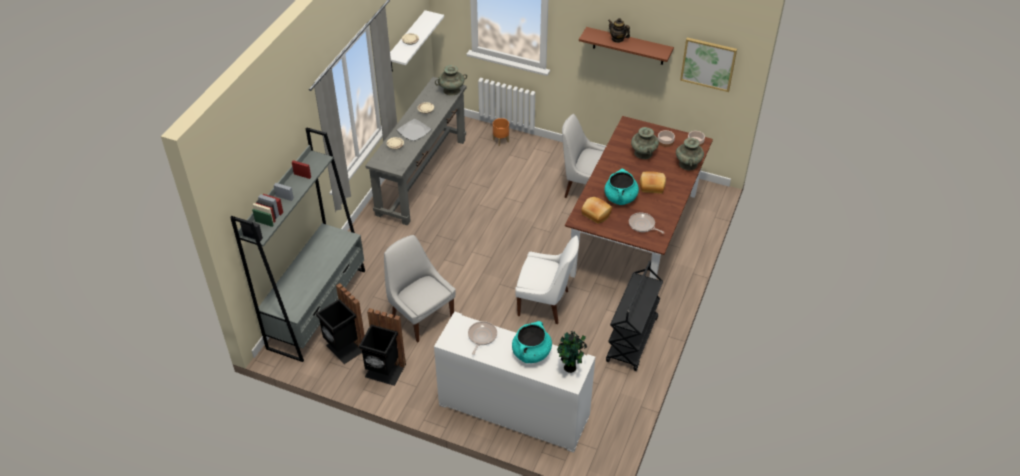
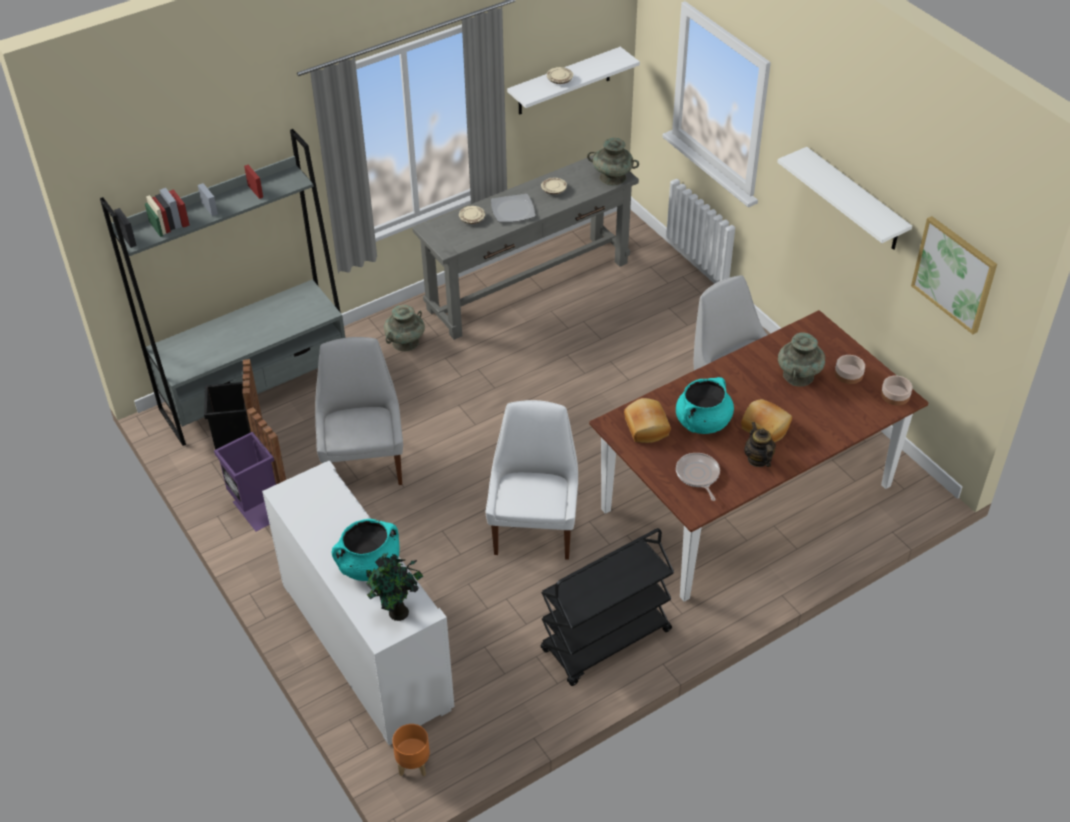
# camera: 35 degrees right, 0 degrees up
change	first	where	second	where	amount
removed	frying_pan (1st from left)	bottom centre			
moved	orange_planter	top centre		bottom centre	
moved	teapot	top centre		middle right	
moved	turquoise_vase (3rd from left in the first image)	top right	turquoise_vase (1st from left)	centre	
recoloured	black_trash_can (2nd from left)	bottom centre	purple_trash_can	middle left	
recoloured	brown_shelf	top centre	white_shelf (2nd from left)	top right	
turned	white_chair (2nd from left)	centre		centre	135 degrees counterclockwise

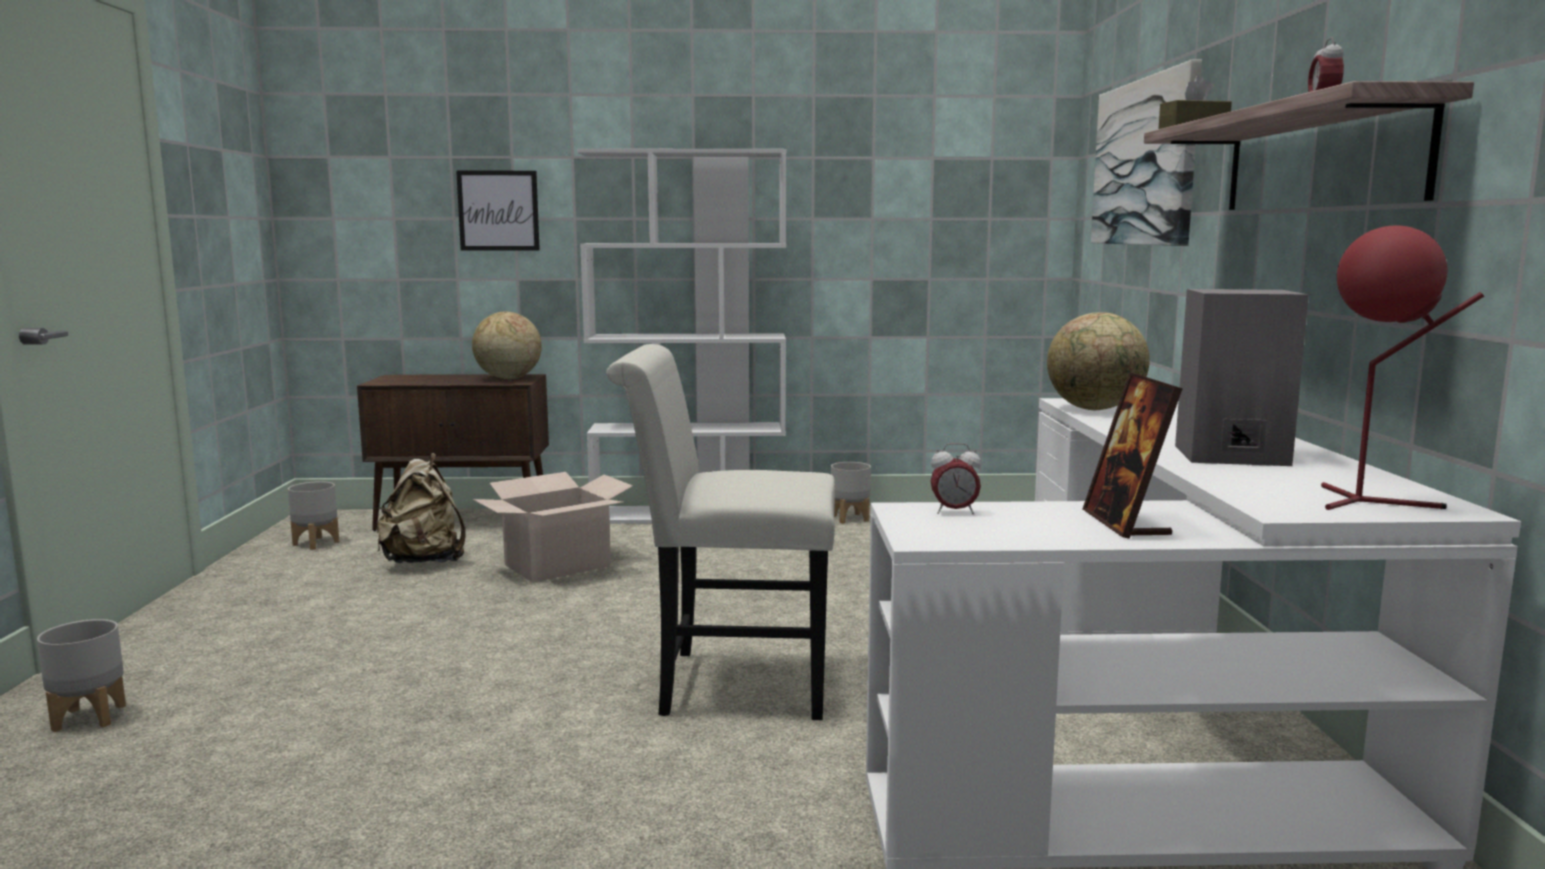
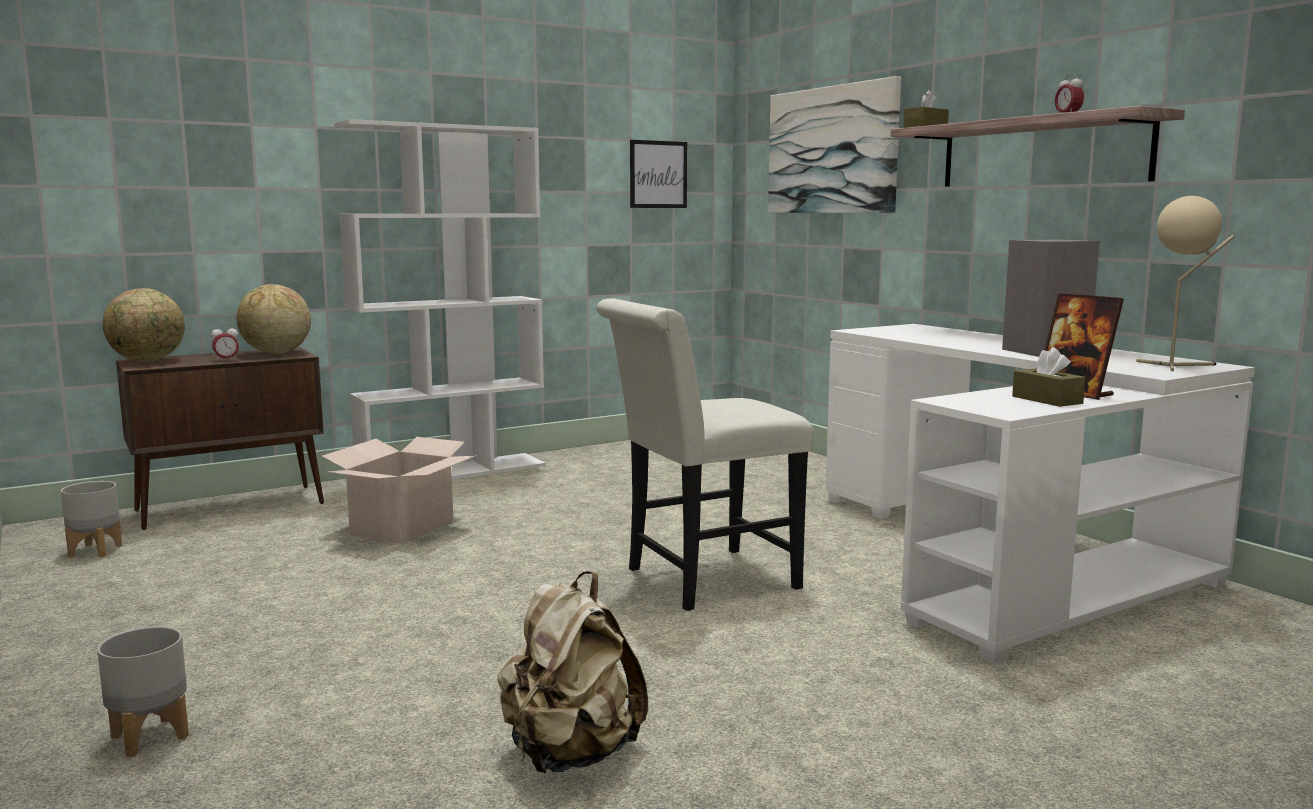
# camera: 30 degrees left, 0 degrees up
change	first	where	second	where	amount
removed	grey_planter (3rd from left)	centre			
added			brown_tissue_box (2nd from left)	middle right	
moved	beige_backpack	middle left		bottom centre	
moved	picture (1st from left)	top left		top centre	
moved	alarm_clock (1st from left)	centre		middle left	
moved	globe (2nd from left in the first image)	middle right	globe (1st from left)	middle left	
recoloured	red_table_lamp	middle right	beige_table_lamp	middle right	

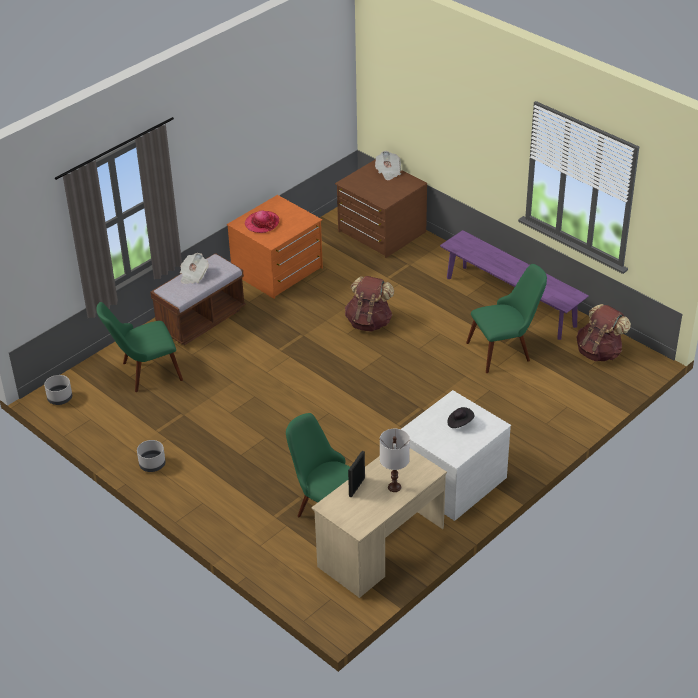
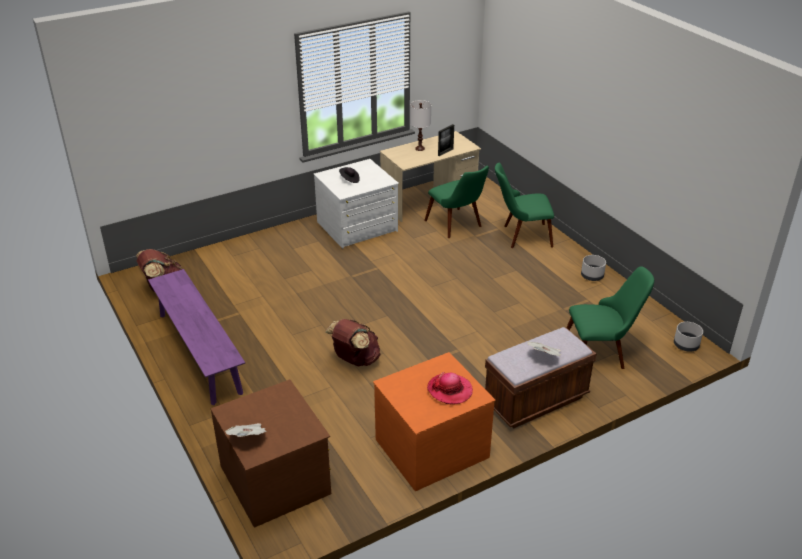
# camera: 165 degrees left, 5 degrees down
change	first	where	second	where	amount
moved	green_chair (3rd from left in the first image)	middle right	green_chair (2nd from left)	centre	

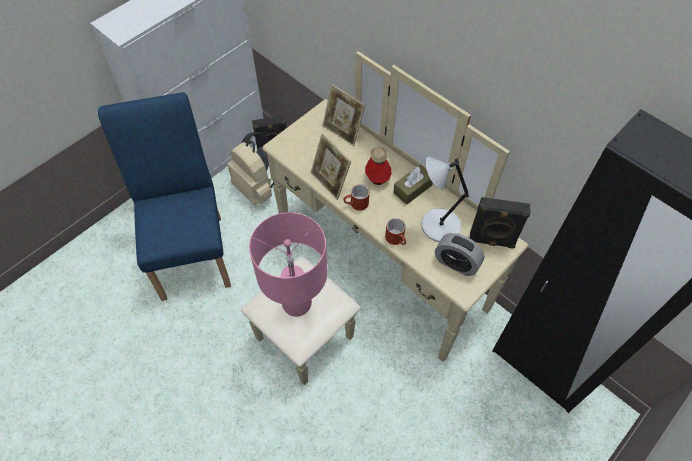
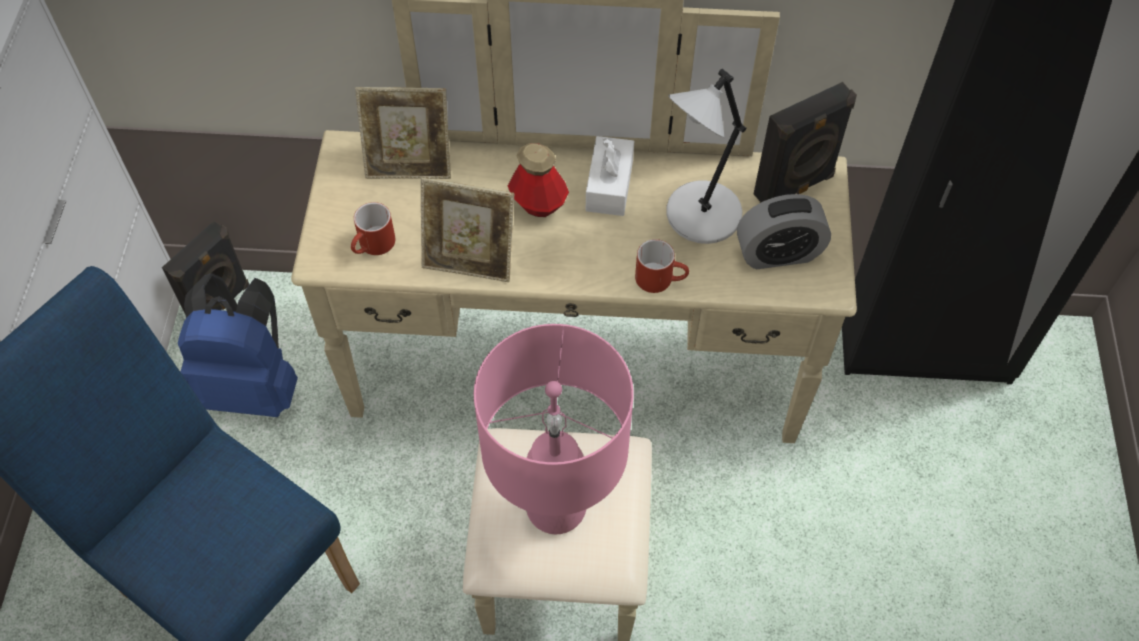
# camera: 40 degrees left, 0 degrees up
change	first	where	second	where	amount
moved	red_mug (1st from left)	centre		middle left	
recoloured	beige_backpack	centre	blue_backpack	middle left	
recoloured	brown_tissue_box	centre	white_tissue_box	top centre	

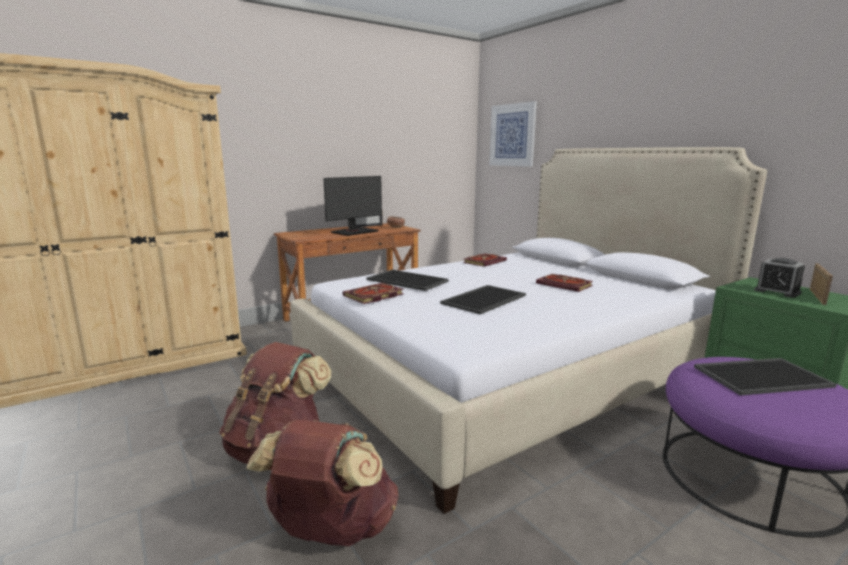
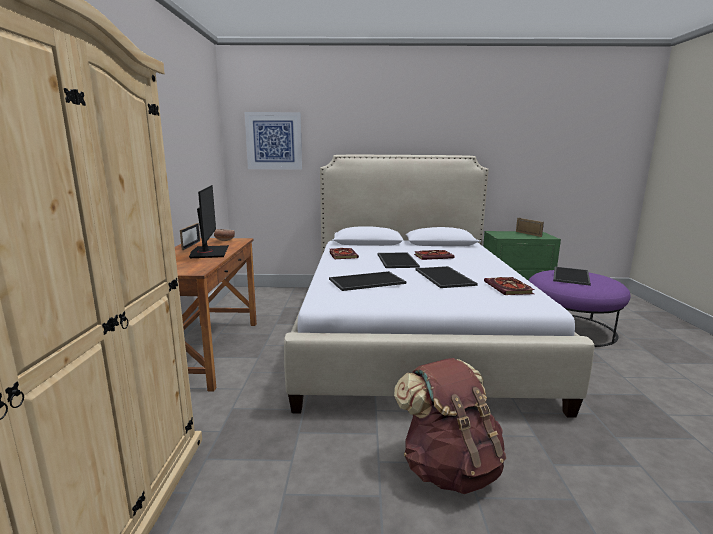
# camera: 55 degrees left, 0 degrees up
change	first	where	second	where	amount
removed	brown_backpack (2nd from left)	bottom centre			
removed	alarm_clock	middle right			
added			tray (2nd from left)	centre	
moved	book (1st from left in the first image)	centre	book (3rd from left)	middle right	

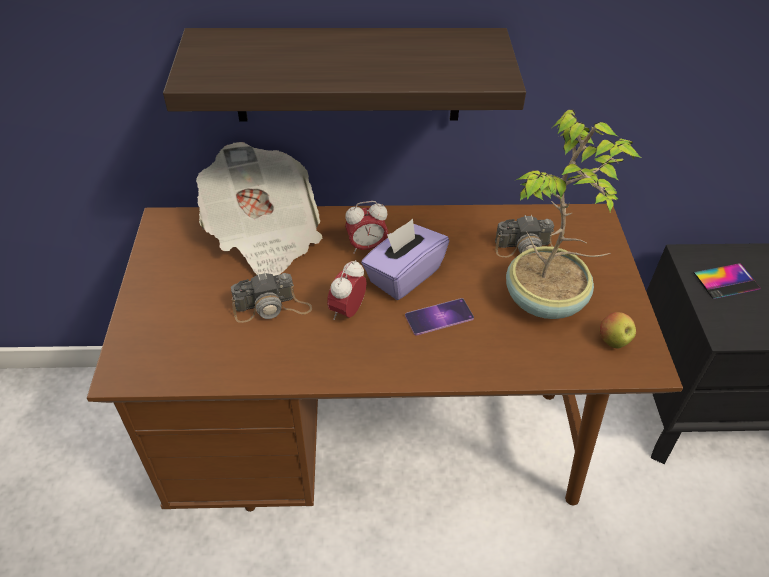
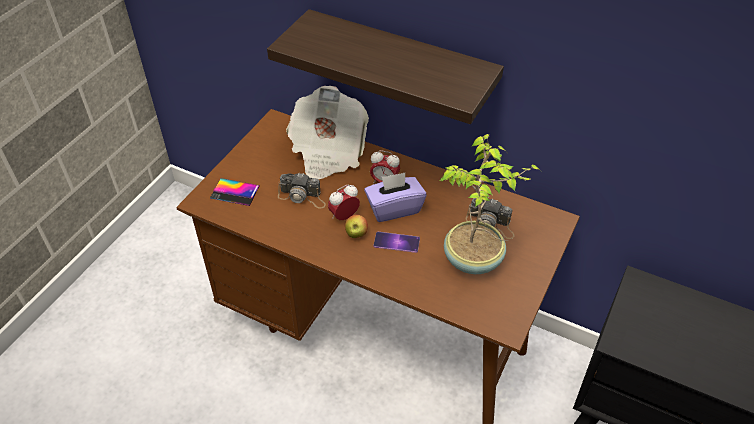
# camera: 30 degrees right, 0 degrees up
change	first	where	second	where	amount
moved	apple	middle right		centre	
moved	phone (2nd from left in the first image)	middle right	phone (1st from left)	middle left	

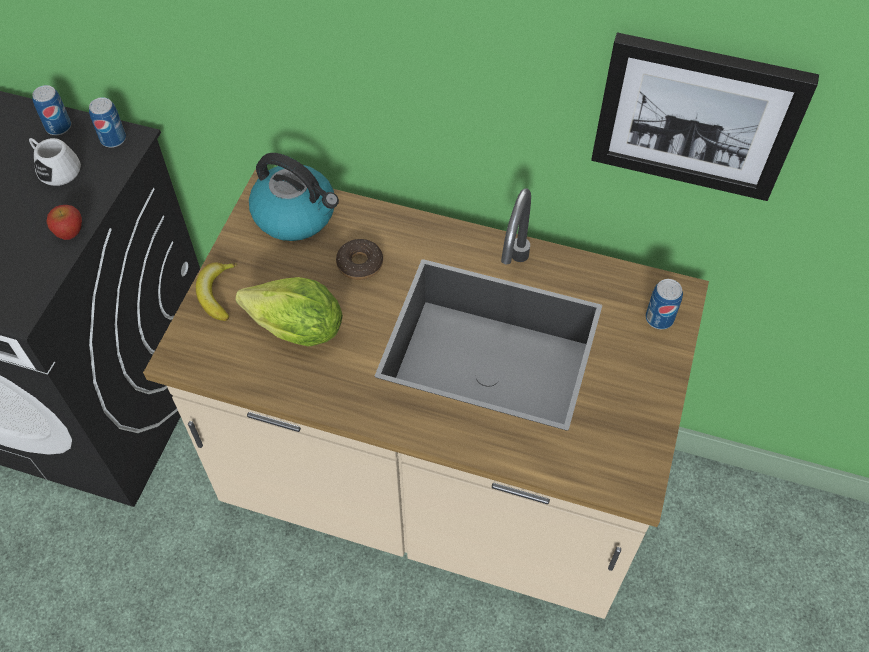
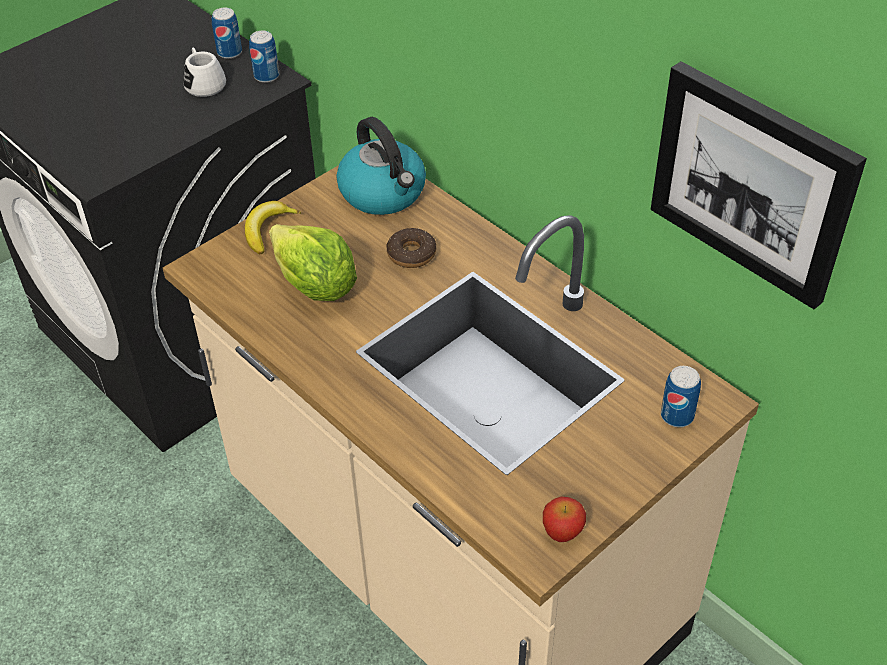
# camera: 30 degrees right, 10 degrees down
change	first	where	second	where	amount
moved	apple	middle left		bottom centre	

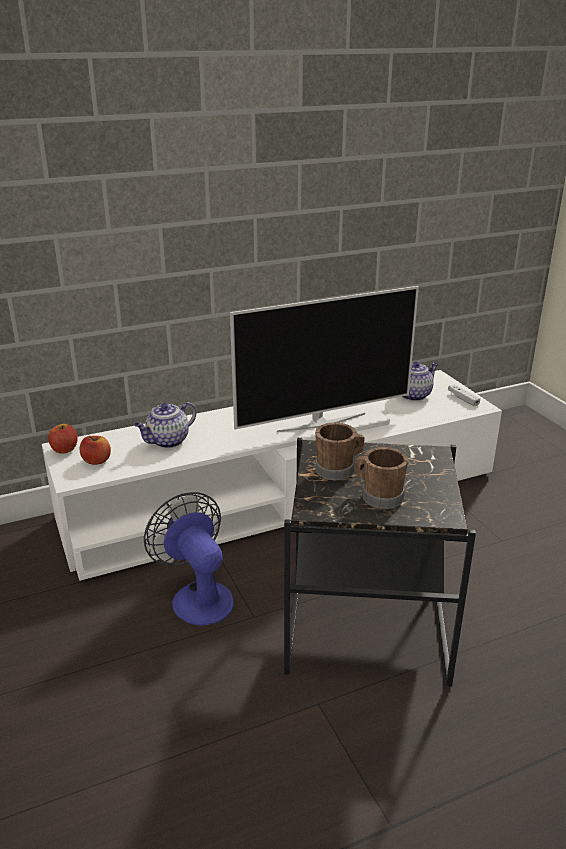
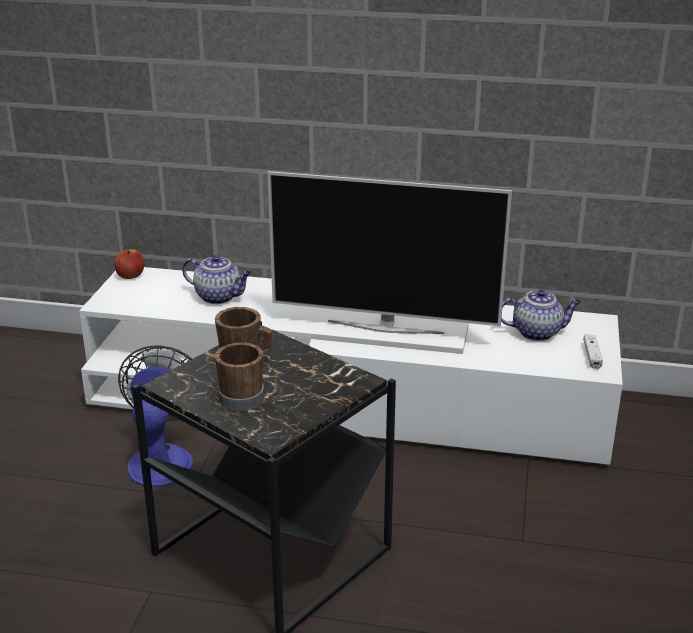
# camera: 35 degrees right, 0 degrees up
change	first	where	second	where	amount
removed	apple (2nd from left)	middle left			
turned	teapot (1st from left)	middle left		middle left	150 degrees counterclockwise

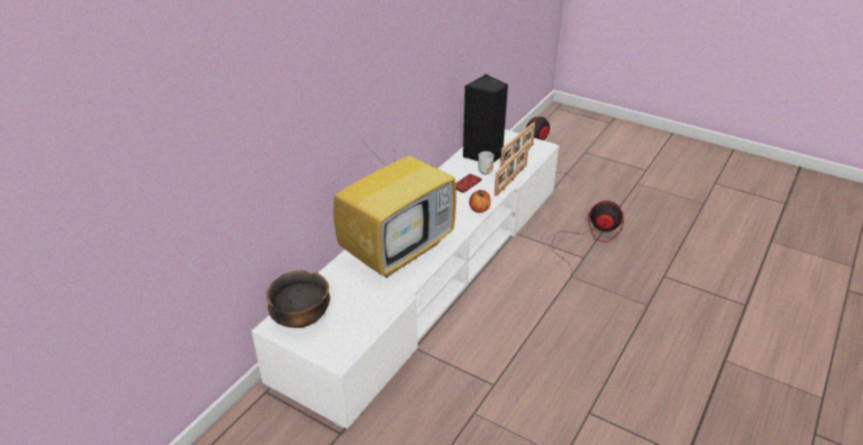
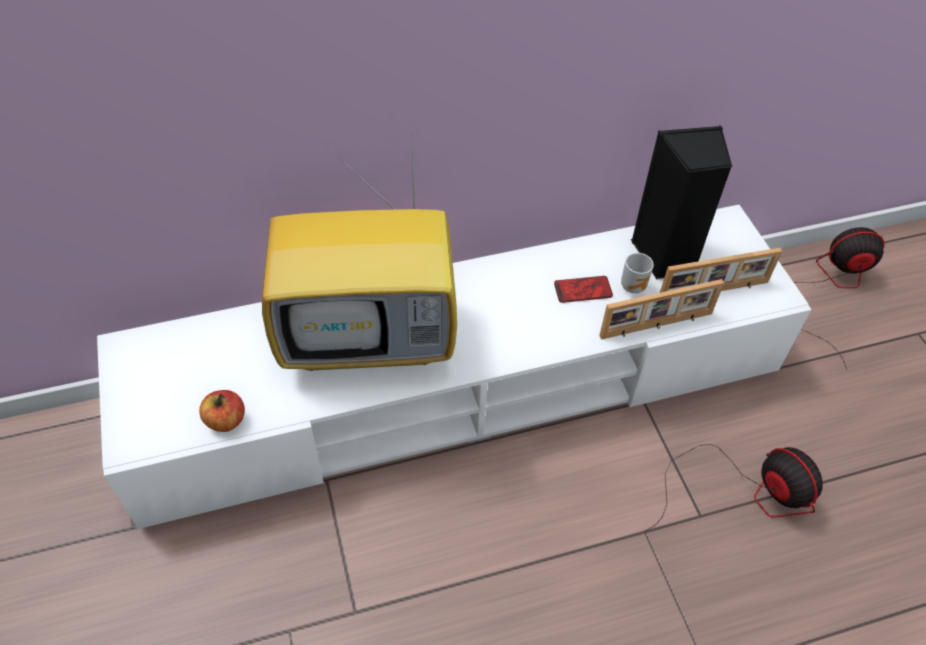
# camera: 40 degrees right, 15 degrees up
change	first	where	second	where	amount
removed	bowl	bottom centre			
moved	apple	centre		middle left	

